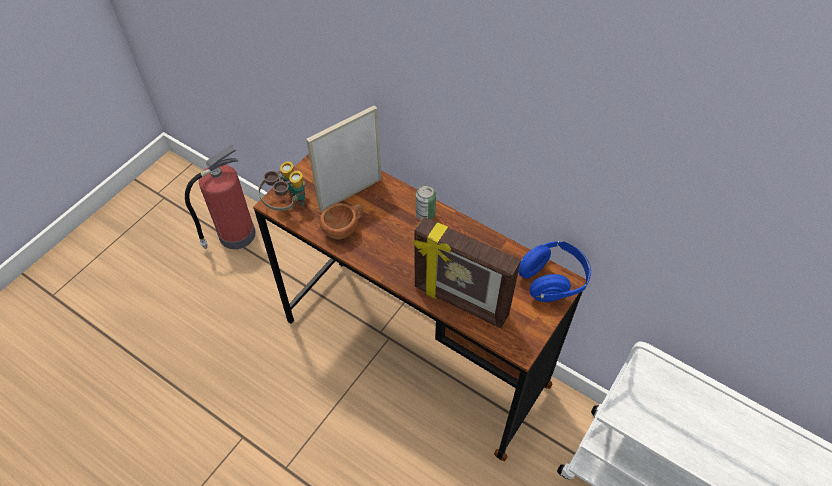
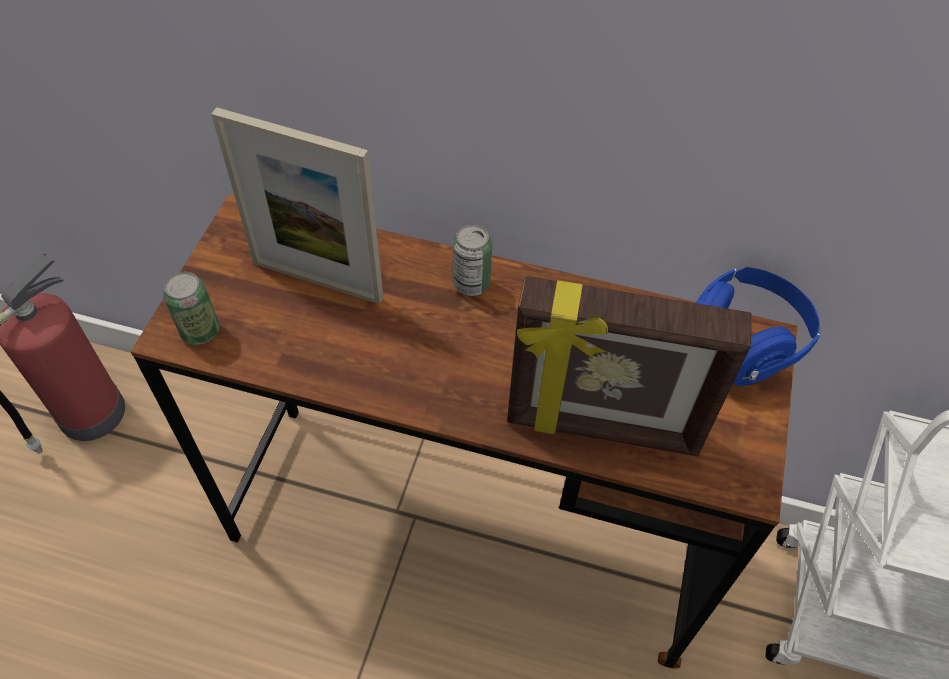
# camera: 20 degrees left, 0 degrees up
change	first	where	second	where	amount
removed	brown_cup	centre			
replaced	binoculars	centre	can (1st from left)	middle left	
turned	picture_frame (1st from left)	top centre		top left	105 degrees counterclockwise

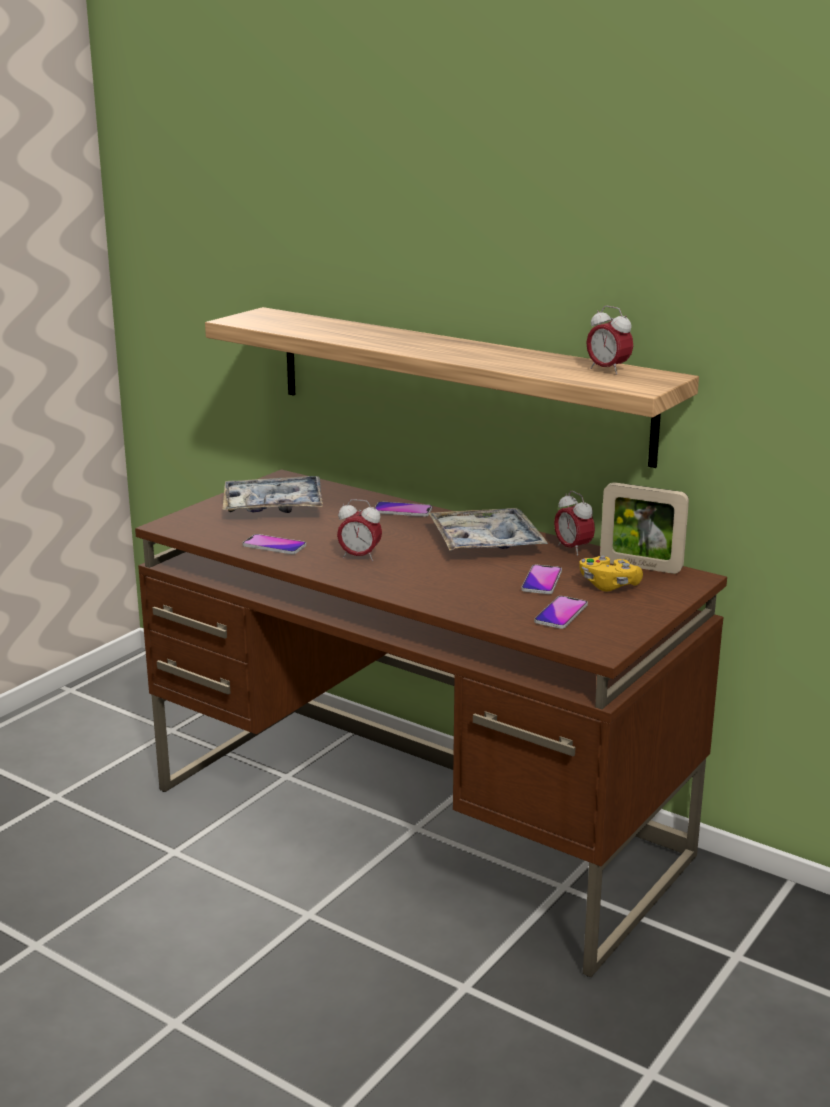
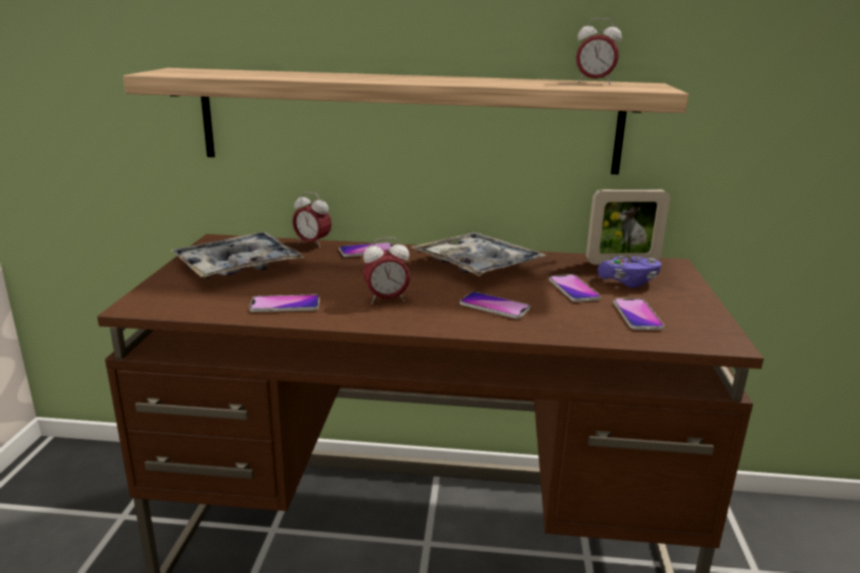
# camera: 30 degrees left, 0 degrees up
change	first	where	second	where	amount
added			phone (3rd from left)	centre	
moved	alarm_clock (2nd from left in the first image)	middle right	alarm_clock (1st from left)	centre	
recoloured	yellow_game_controller	middle right	purple_game_controller	middle right	

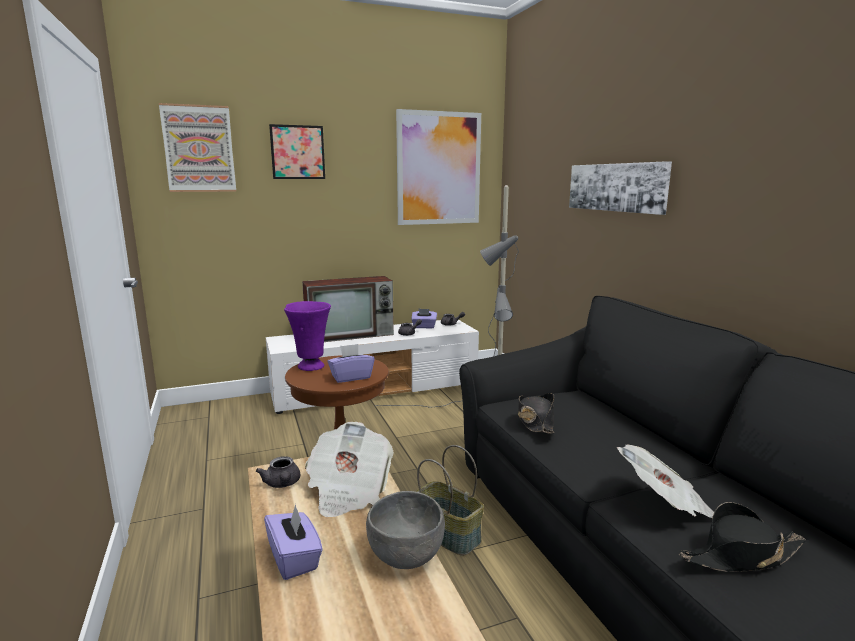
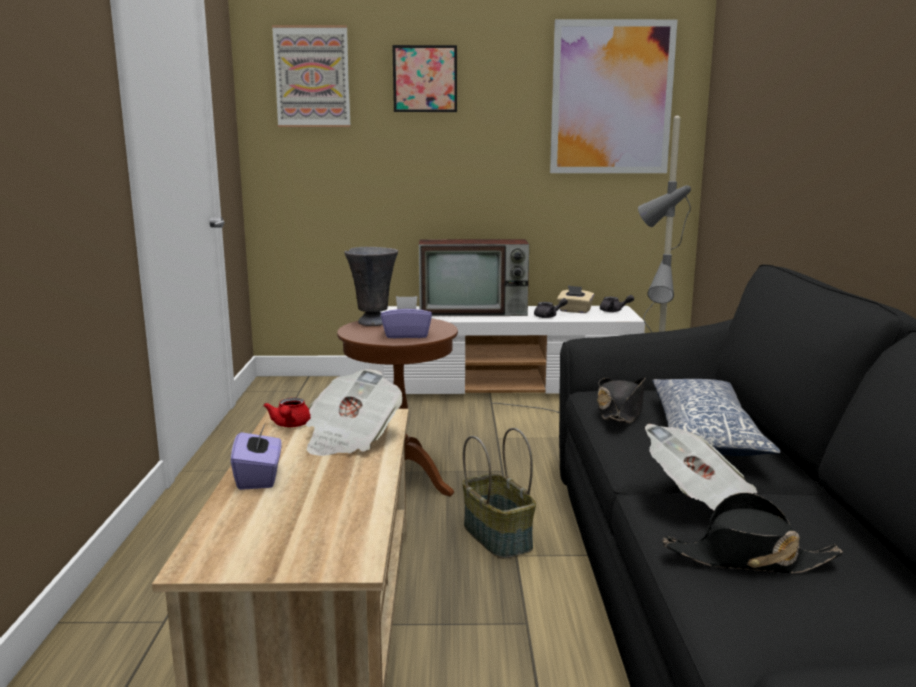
# camera: 20 degrees right, 0 degrees up
change	first	where	second	where	amount
removed	grey_bowl	bottom centre			
removed	picture (4th from left)	top right			
added			pillow	middle right	
recoloured	grey_teapot (1st from left)	bottom left	red_teapot	middle left	
recoloured	purple_vase	centre	grey_vase	centre	
recoloured	purple_tissue_box (3rd from left)	centre	beige_tissue_box	centre	

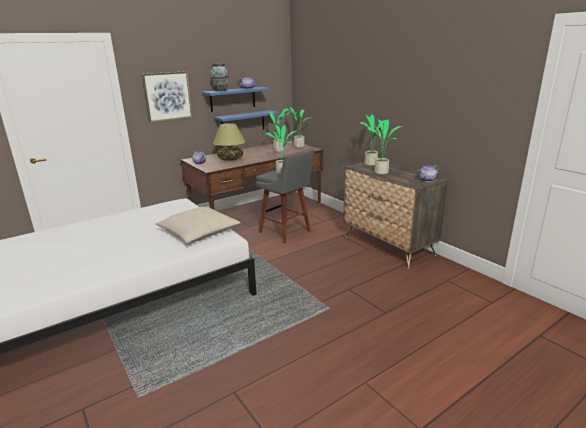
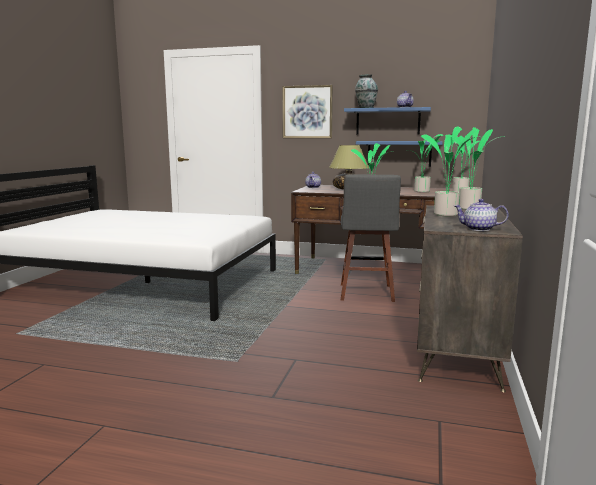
# camera: 50 degrees right, 10 degrees down
change	first	where	second	where	amount
removed	beige_pillow	centre			

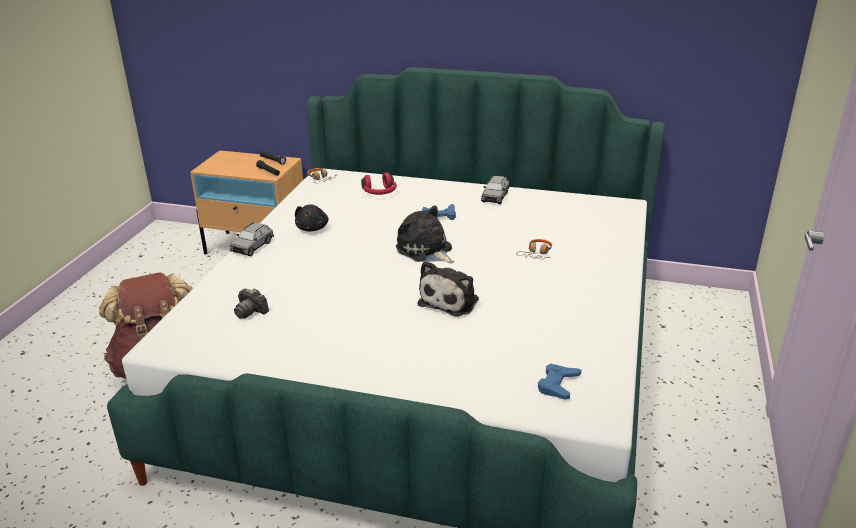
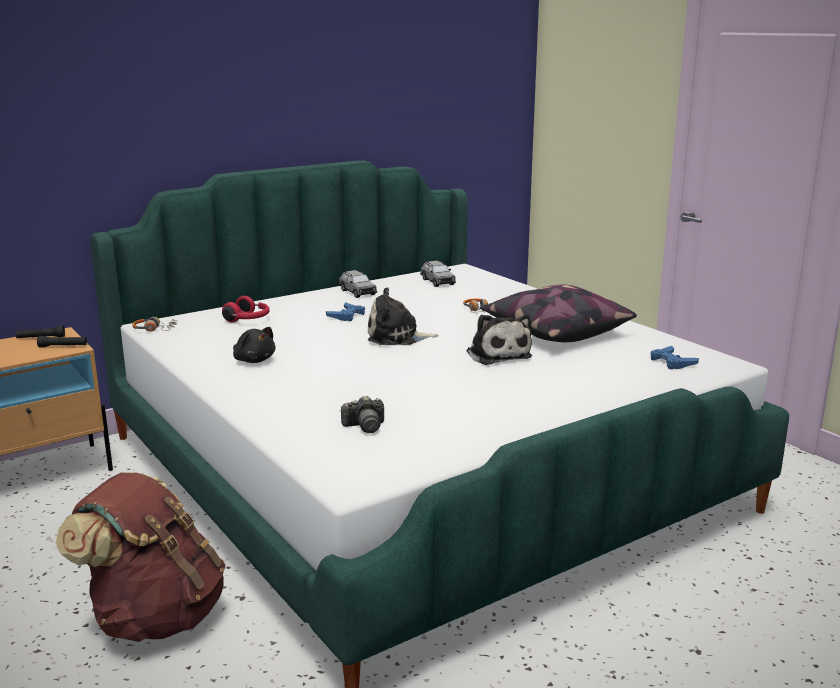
# camera: 50 degrees left, 10 degrees down
change	first	where	second	where	amount
added			pillow	centre	
moved	grey_toy_car (1st from left in the first image)	middle left	grey_toy_car (2nd from left)	centre	

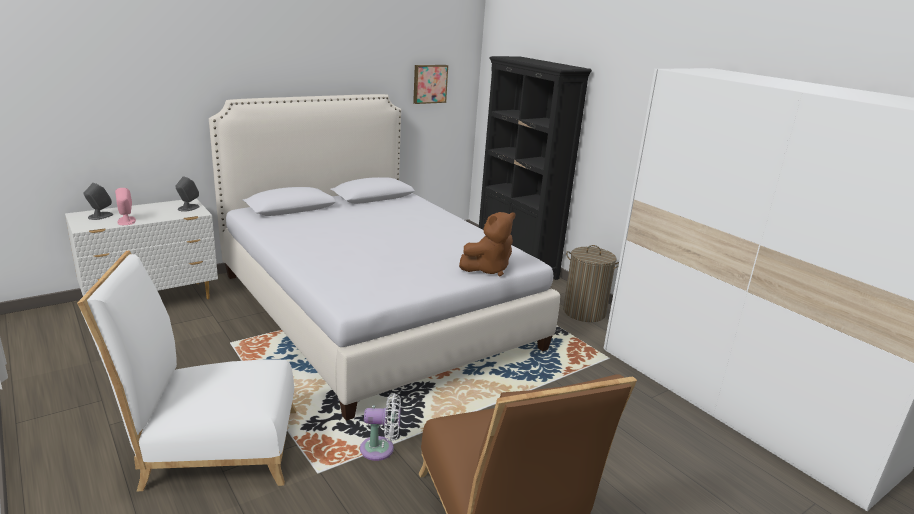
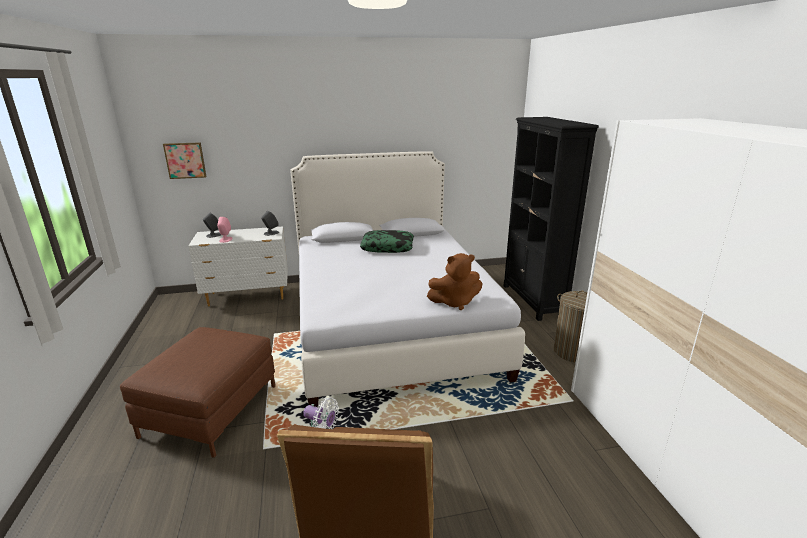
# camera: 25 degrees right, 0 degrees up
change	first	where	second	where	amount
added			pillow	centre	
moved	picture	top centre		top left	
replaced	white_chair	bottom left	brown_ottoman	bottom left	

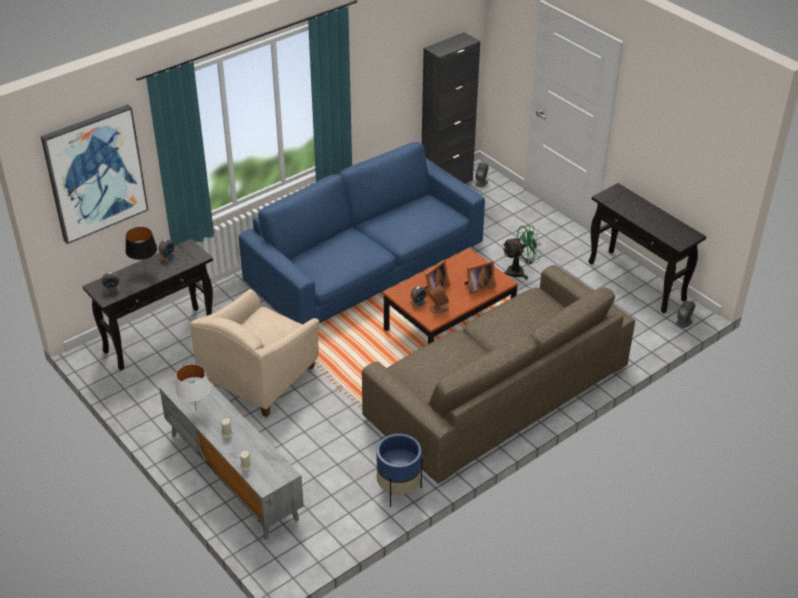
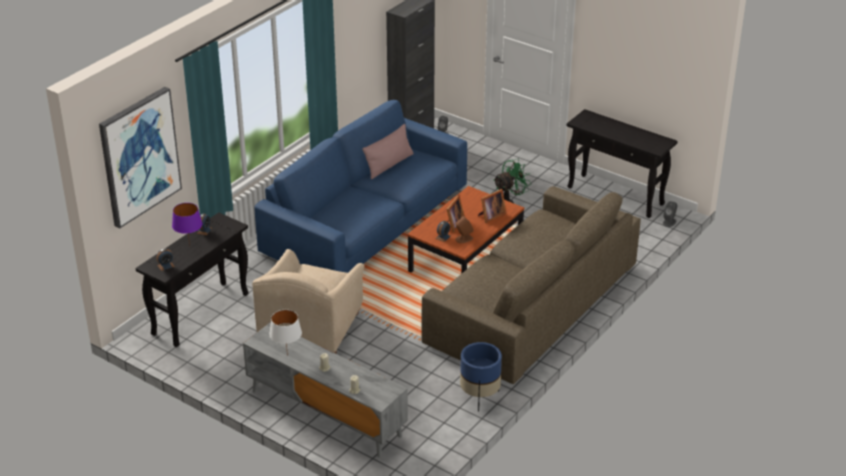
# camera: 15 degrees left, 5 degrees down
change	first	where	second	where	amount
added			pink_pillow	top centre	
recoloured	black_table_lamp	middle left	purple_table_lamp	middle left	

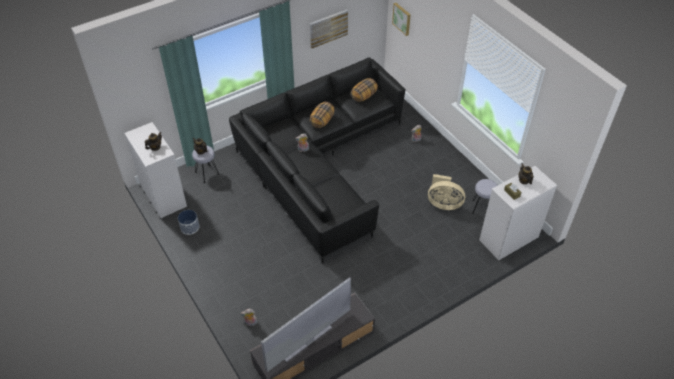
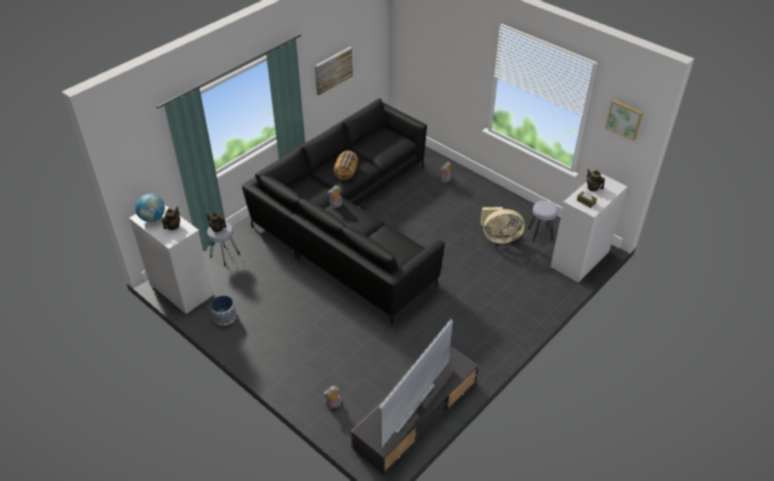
# camera: 15 degrees left, 5 degrees down
change	first	where	second	where	amount
removed	pillow (2nd from left)	top centre			
added			globe	middle left	
moved	picture (2nd from left)	top centre		top right	

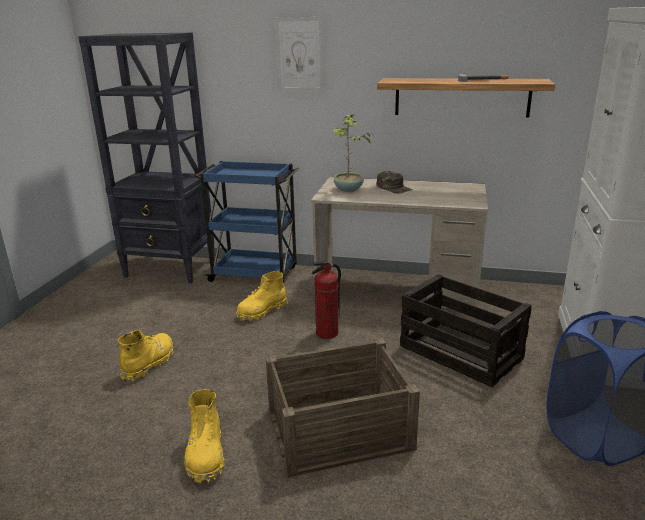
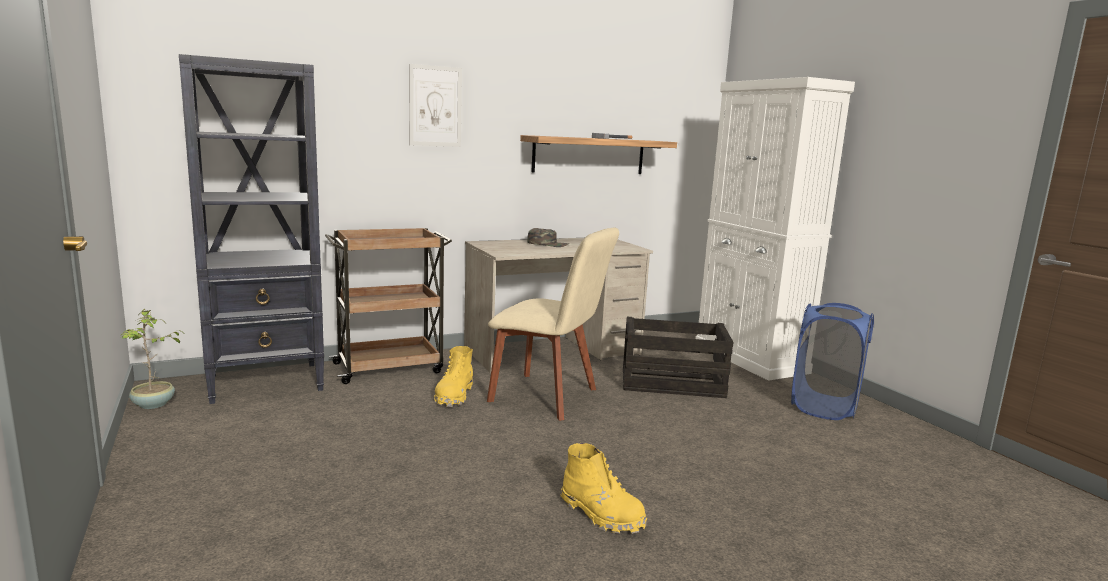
# camera: 40 degrees left, 10 degrees down
change	first	where	second	where	amount
removed	yellow_boot (1st from left)	bottom left			
removed	crate (1st from left)	bottom centre			
moved	potted_plant	top centre		middle left	
replaced	fire_extinguisher	centre	beige_chair	centre	
recoloured	blue_cart	centre	brown_cart	centre	

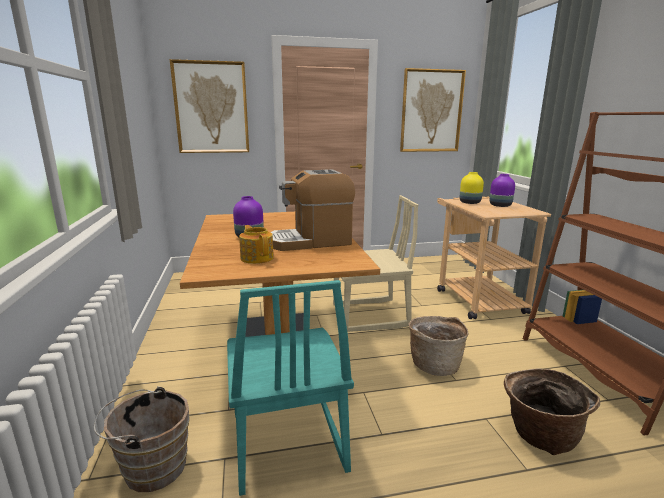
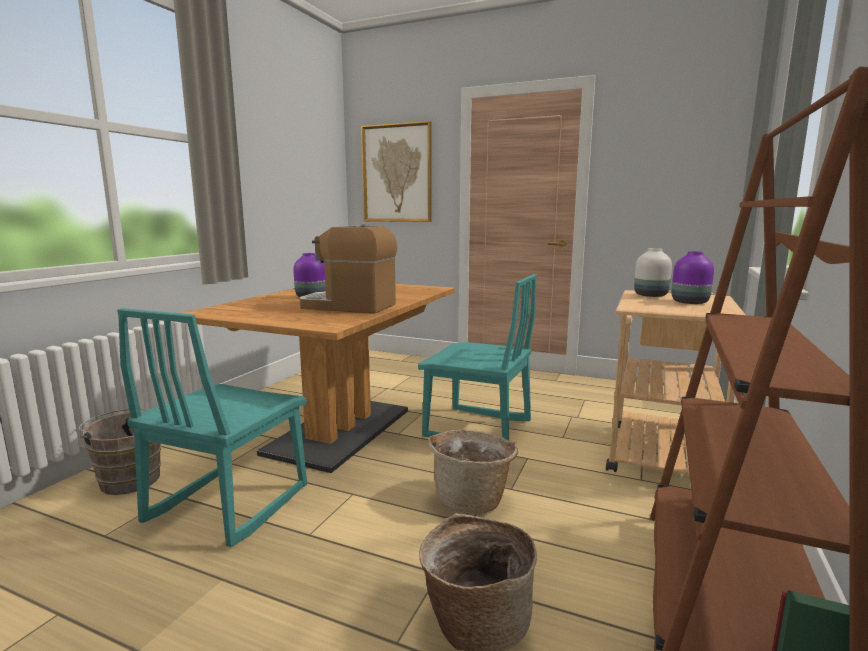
# camera: 35 degrees right, 5 degrees down
change	first	where	second	where	amount
removed	teapot	centre			
removed	picture (2nd from left)	top centre			
recoloured	beige_chair	centre	turquoise_chair (2nd from left)	centre	
recoloured	yellow_vase	middle right	white_vase	middle right	

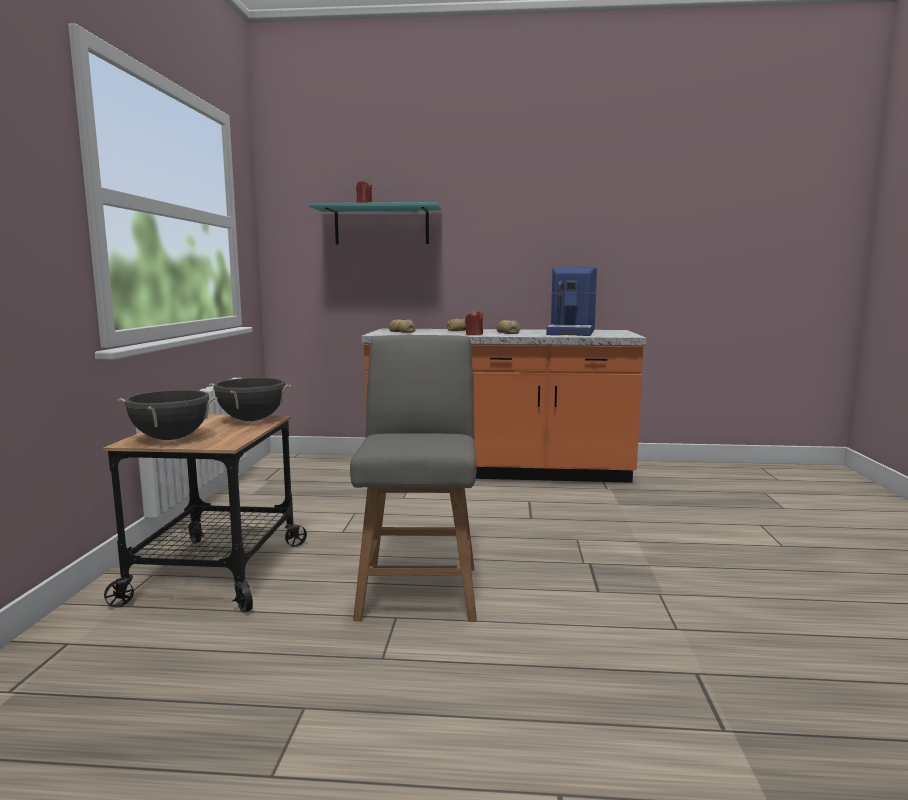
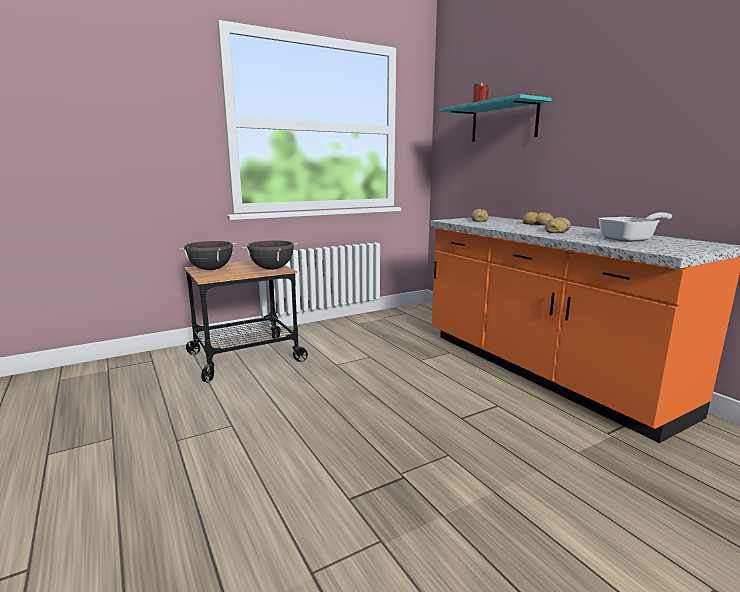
# camera: 55 degrees right, 5 degrees up
change	first	where	second	where	amount
removed	grey_chair	centre			
removed	red_candle (2nd from left)	centre			
replaced	coffee_machine	centre	frying_pan	middle right	

